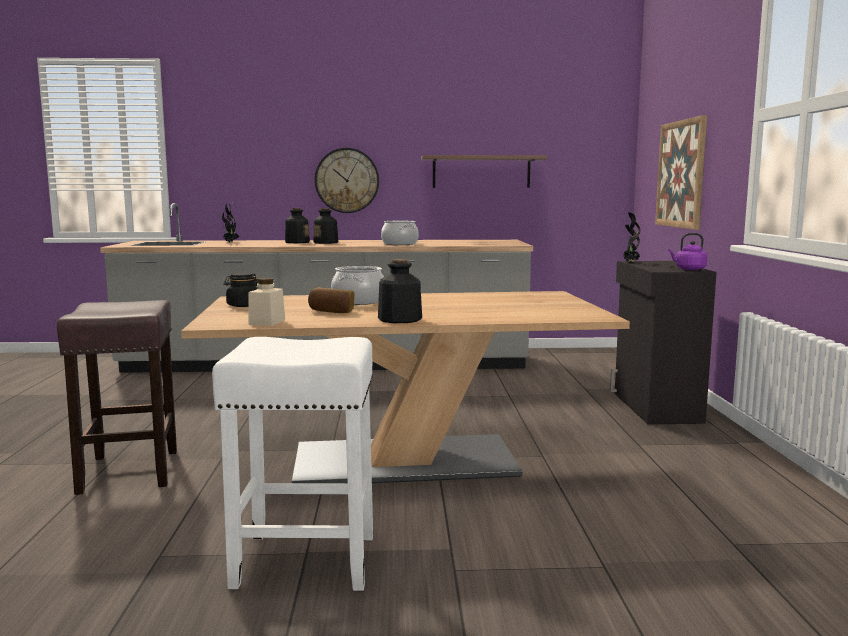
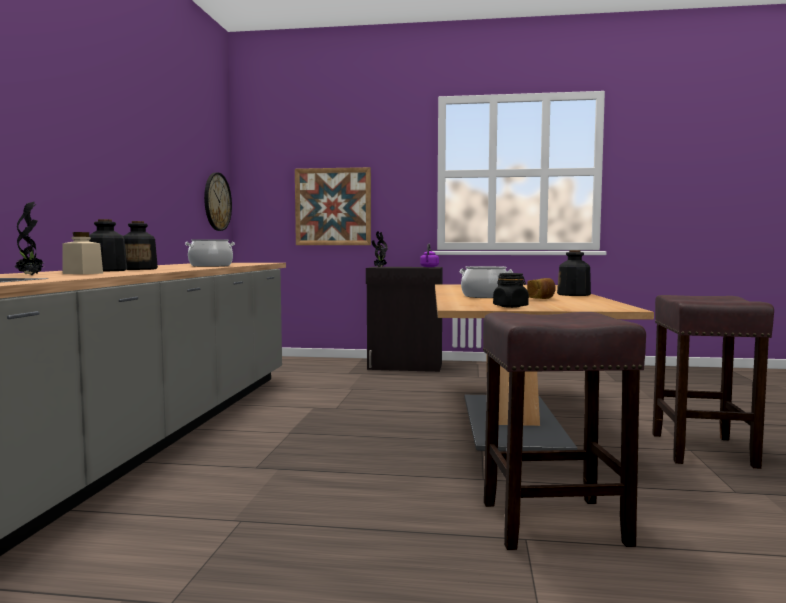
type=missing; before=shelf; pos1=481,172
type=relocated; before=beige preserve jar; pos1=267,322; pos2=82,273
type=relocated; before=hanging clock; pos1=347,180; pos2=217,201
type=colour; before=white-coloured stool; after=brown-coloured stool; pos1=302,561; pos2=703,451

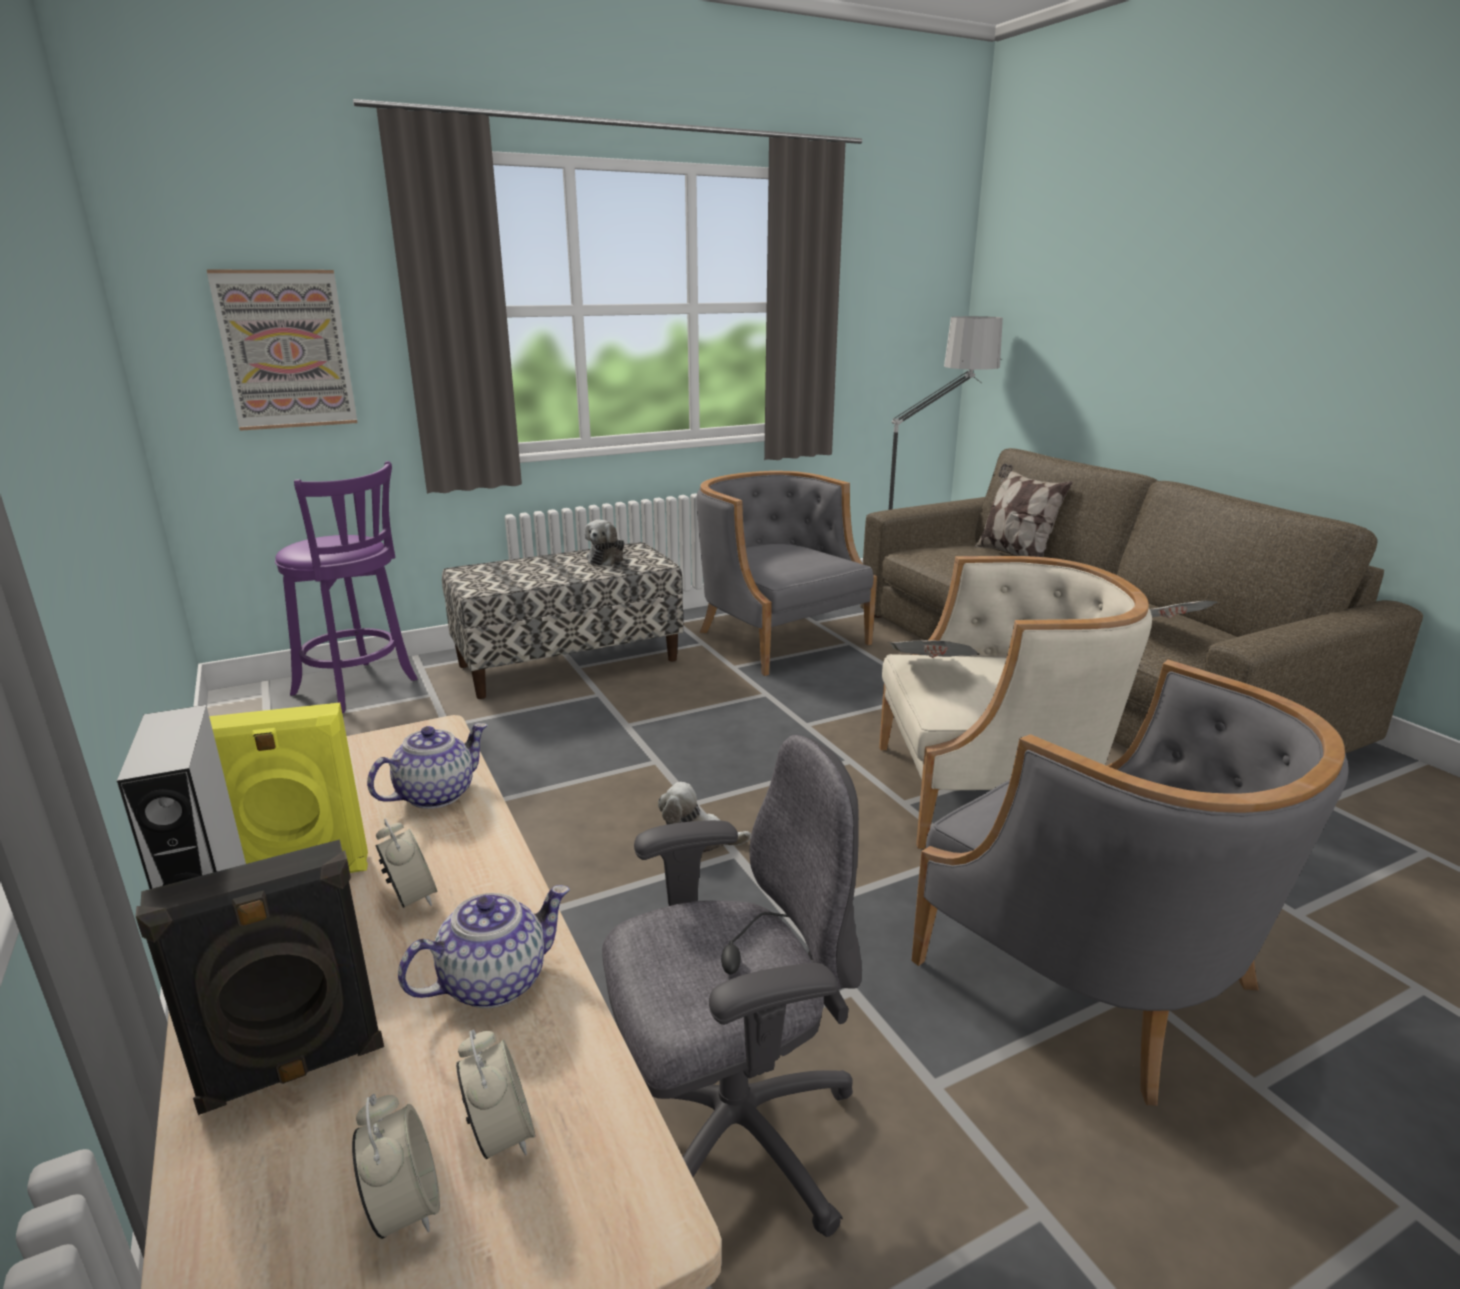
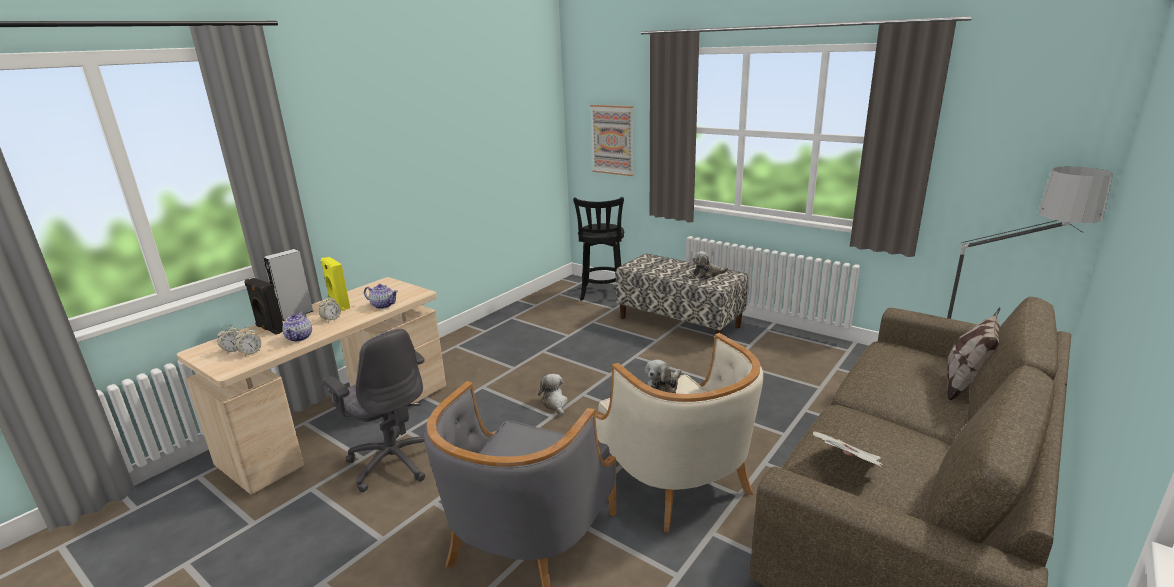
type=missing; before=gray easy chair; pos1=778,637
type=exchanged; before=printed paper; after=plush toy; pos1=931,672; pos2=663,388
type=colour; before=purplish stool; after=blackish stool; pos1=359,688; pos2=602,294
type=spun; before=teapot; pos1=494,980; pos2=299,337; turn=60

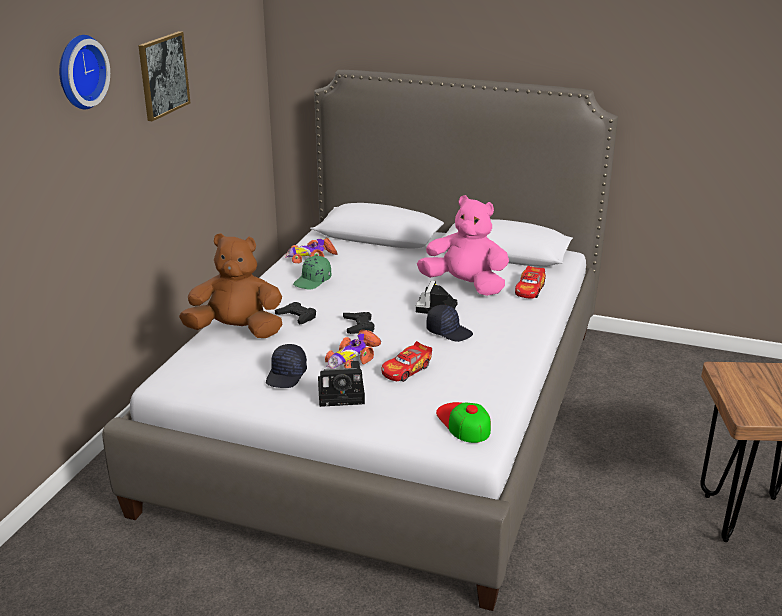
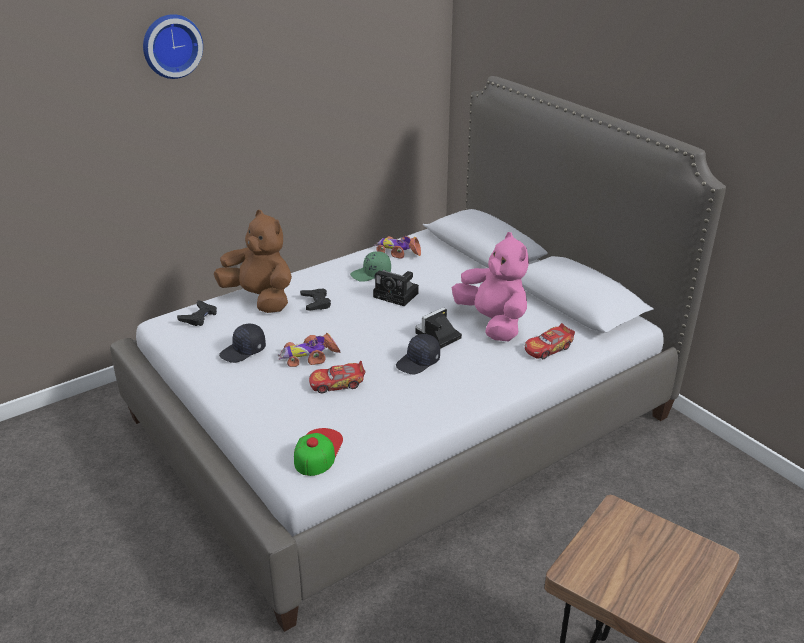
type=missing; before=wall picture; pos1=163,75
type=relocated; before=photo camera; pos1=343,394; pos2=398,295
type=relocated; before=blackish game controller; pos1=359,326; pos2=199,317
type=spun; before=blackish baseball cap; pos1=449,331; pos2=418,362; turn=75

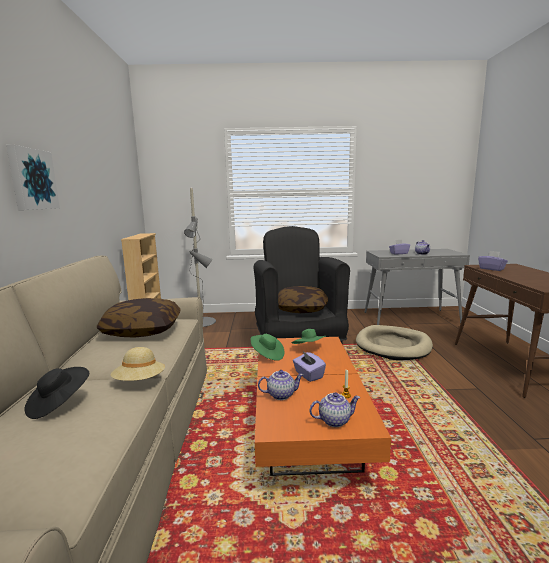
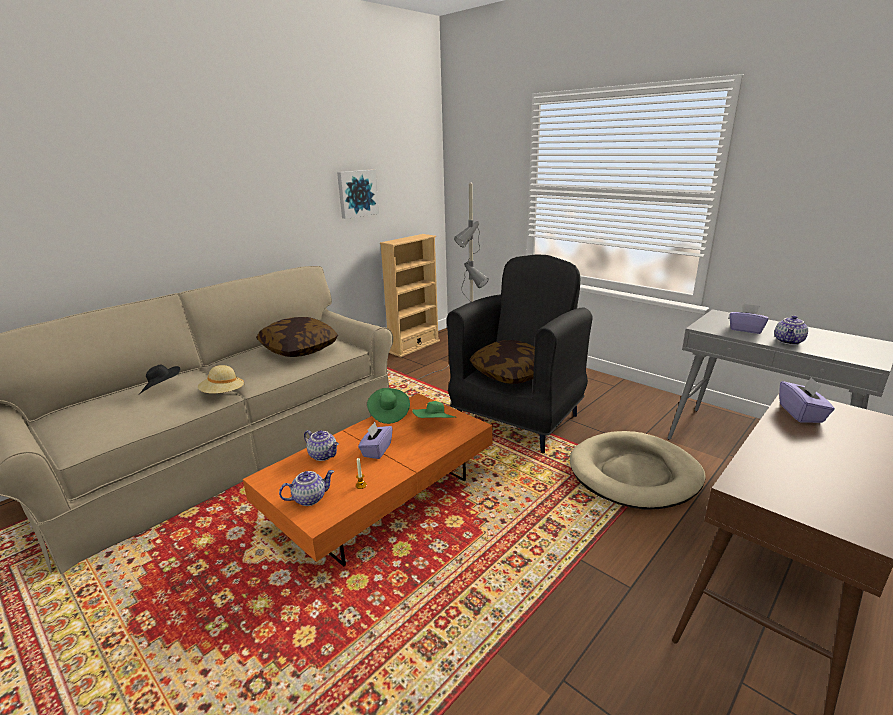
type=relocated; before=wall picture; pos1=31,179; pos2=357,193
type=spun; before=teapot; pos1=334,420; pos2=310,498; turn=-60

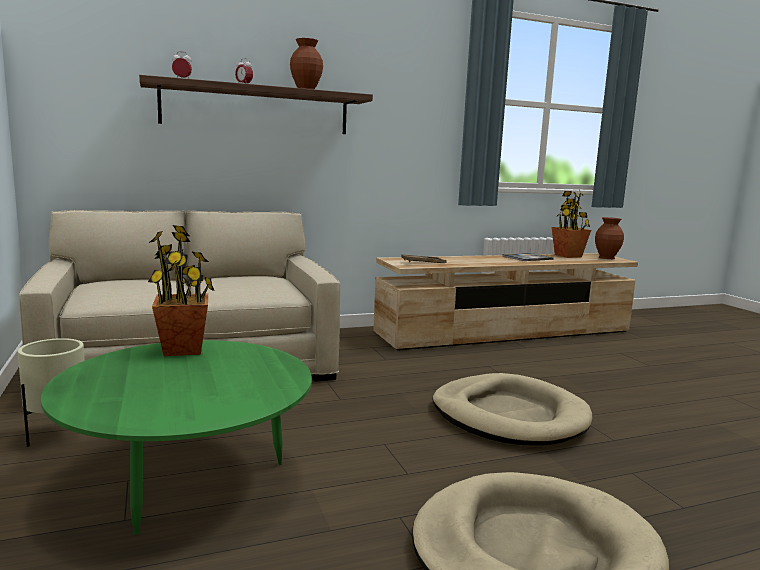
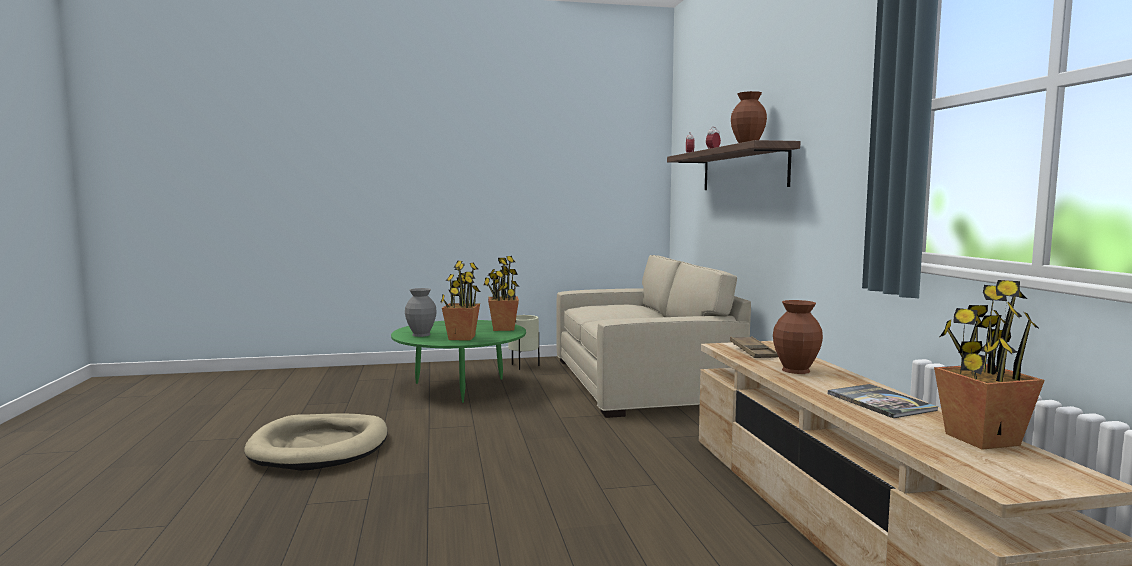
type=missing; before=beige pet bed; pos1=509,415
type=appeared; after=gray flower vase; pos2=420,334
type=appeared; after=potted plant; pos2=461,338
type=relocated; before=brown-coloured flower vase; pos1=606,258; pos2=794,370

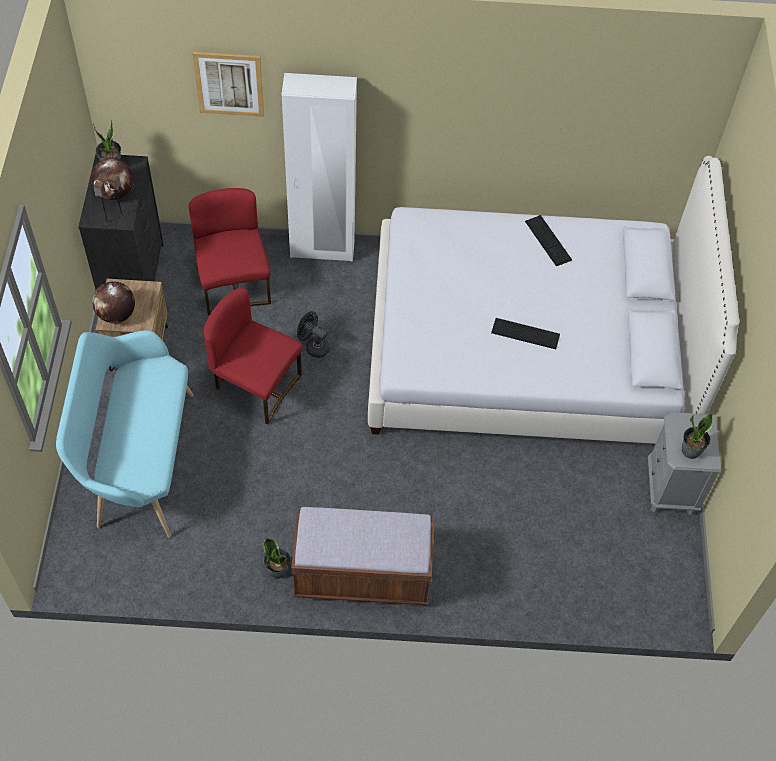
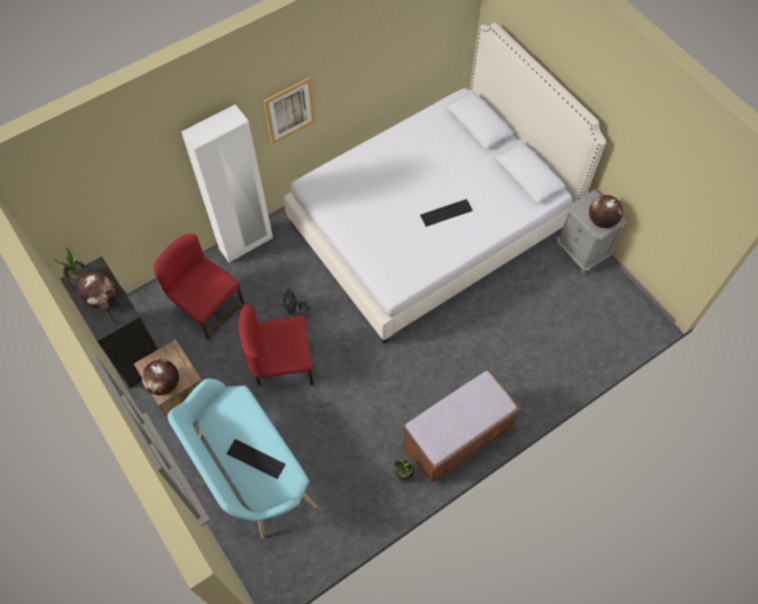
type=relocated; before=wall picture; pos1=229,84; pos2=289,110
type=relocated; before=computer keyboard; pos1=548,240; pos2=256,459
type=exchanged; before=potted plant; after=globe; pos1=691,450; pos2=601,221

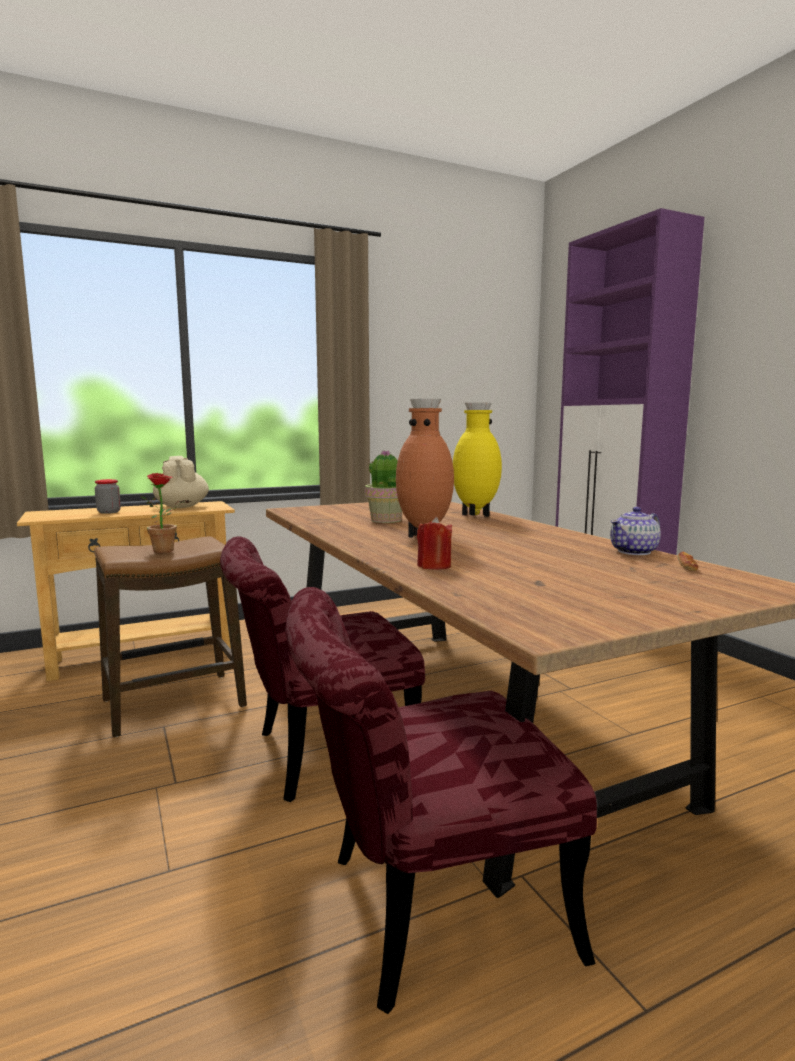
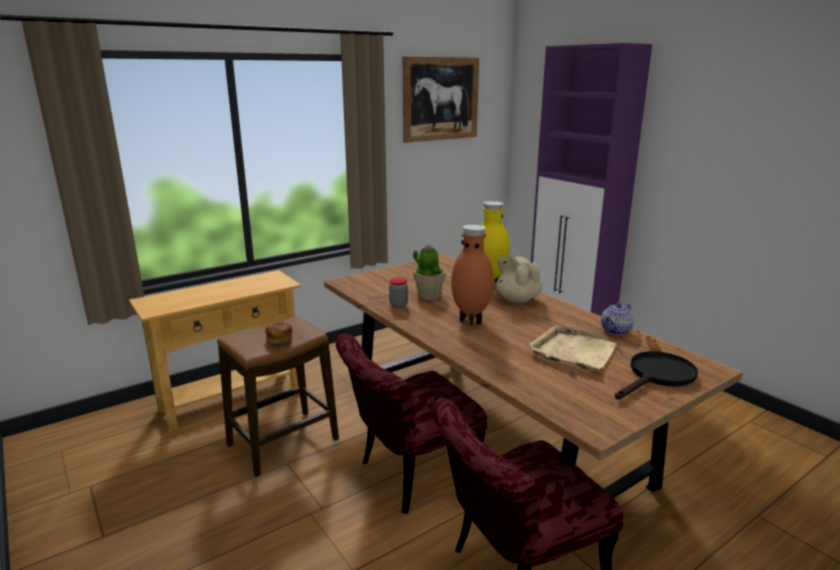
type=missing; before=red candle; pos1=434,566
type=appeared; after=wall picture; pos2=441,99
type=appeared; after=beige tray; pos2=574,351
type=appeared; after=blackish frying pan; pos2=657,376
type=relocated; before=preserve jar; pos1=109,512; pos2=398,305
type=relocated; before=beige teapot; pos1=181,506; pos2=517,299
type=exchanged; before=potted plant; after=bread; pos1=168,550; pos2=279,339

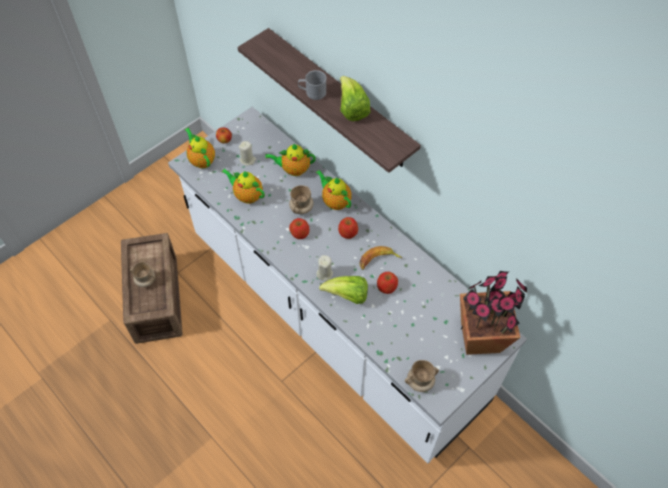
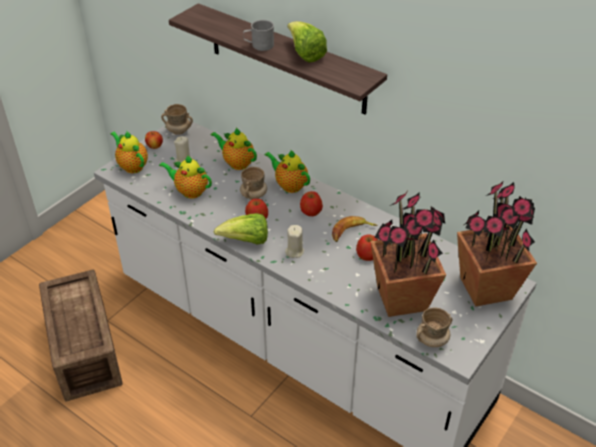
type=appeared; after=potted plant; pos2=402,298
type=relocated; before=beige tea mug; pos1=145,281; pos2=178,131
type=relocated; before=lettuce head; pos1=347,296; pos2=246,241
type=spun; before=teapot; pos1=293,169; pos2=237,163; turn=45

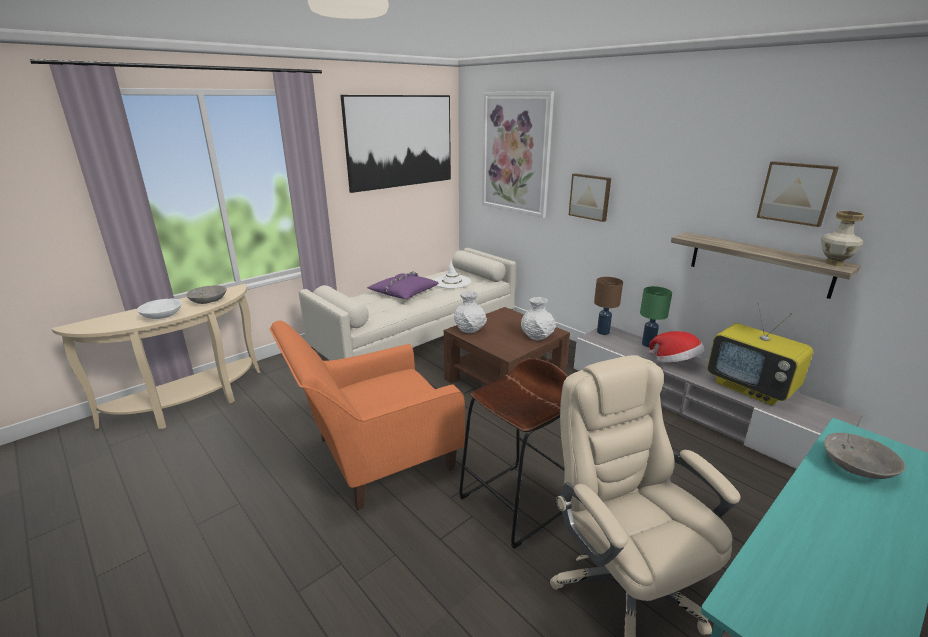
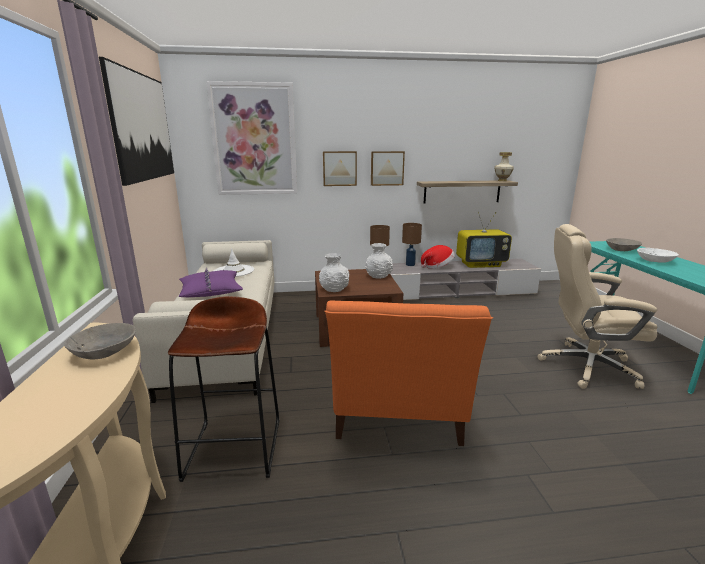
type=relocated; before=white-coloured deep dish; pos1=162,316; pos2=655,261
type=relocated; before=brown-coloured stool; pos1=515,503; pos2=235,448
type=relocated; before=wall picture; pos1=796,193; pos2=387,168
type=colour; before=greenish table lamp; after=brown-coloured table lamp; pos1=648,344; pos2=410,264

